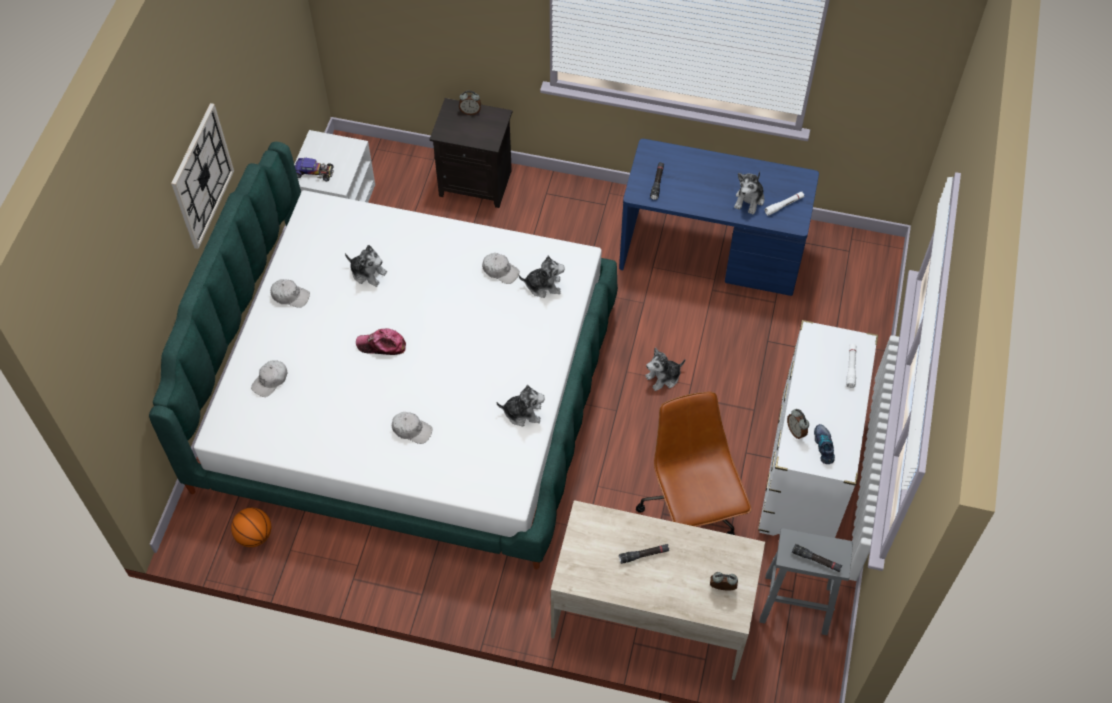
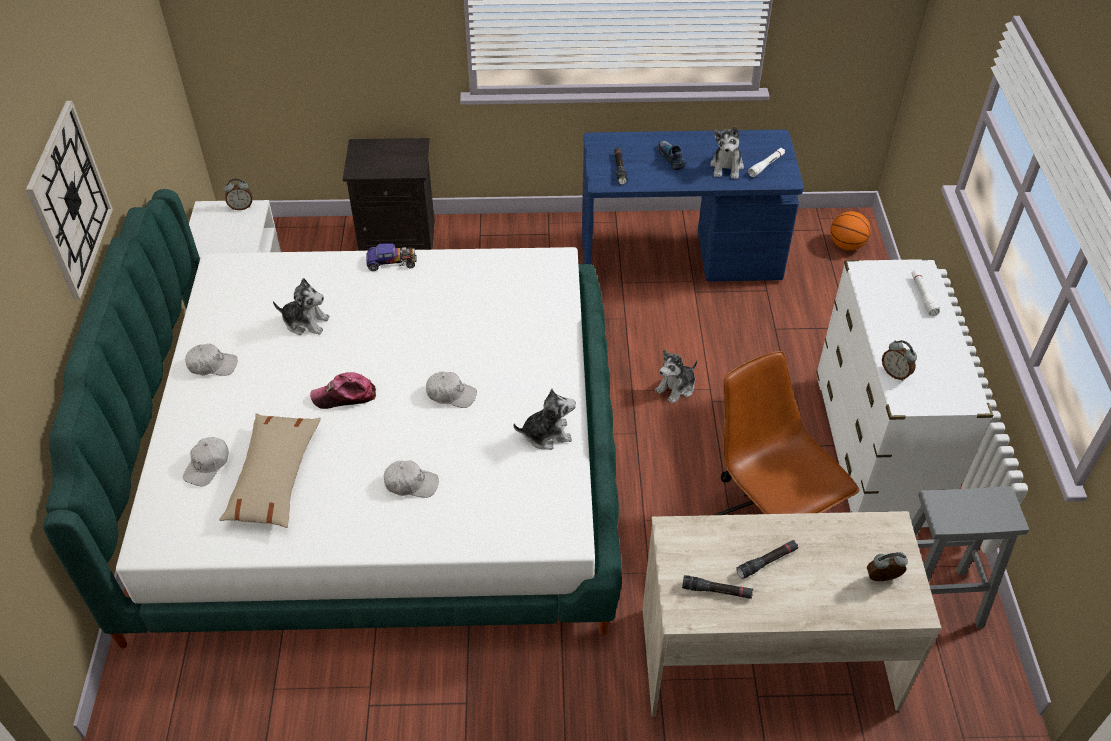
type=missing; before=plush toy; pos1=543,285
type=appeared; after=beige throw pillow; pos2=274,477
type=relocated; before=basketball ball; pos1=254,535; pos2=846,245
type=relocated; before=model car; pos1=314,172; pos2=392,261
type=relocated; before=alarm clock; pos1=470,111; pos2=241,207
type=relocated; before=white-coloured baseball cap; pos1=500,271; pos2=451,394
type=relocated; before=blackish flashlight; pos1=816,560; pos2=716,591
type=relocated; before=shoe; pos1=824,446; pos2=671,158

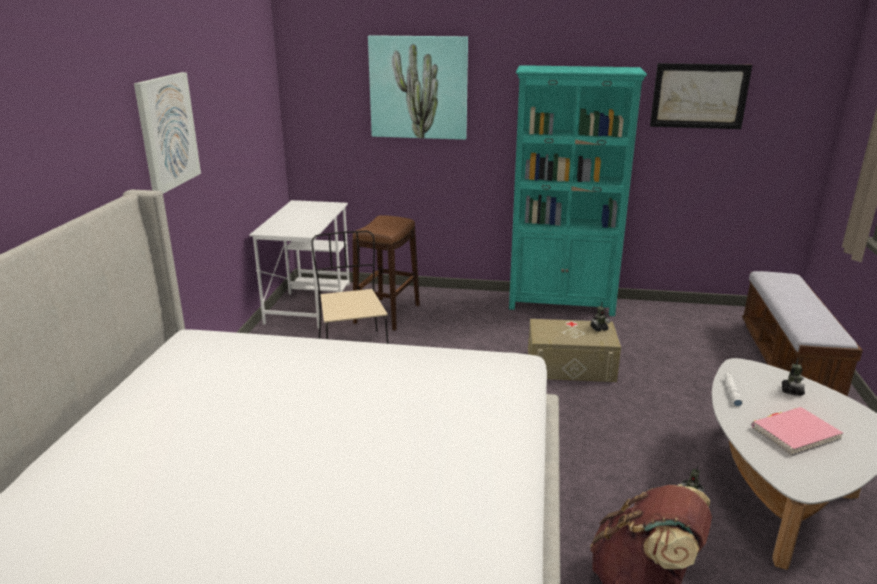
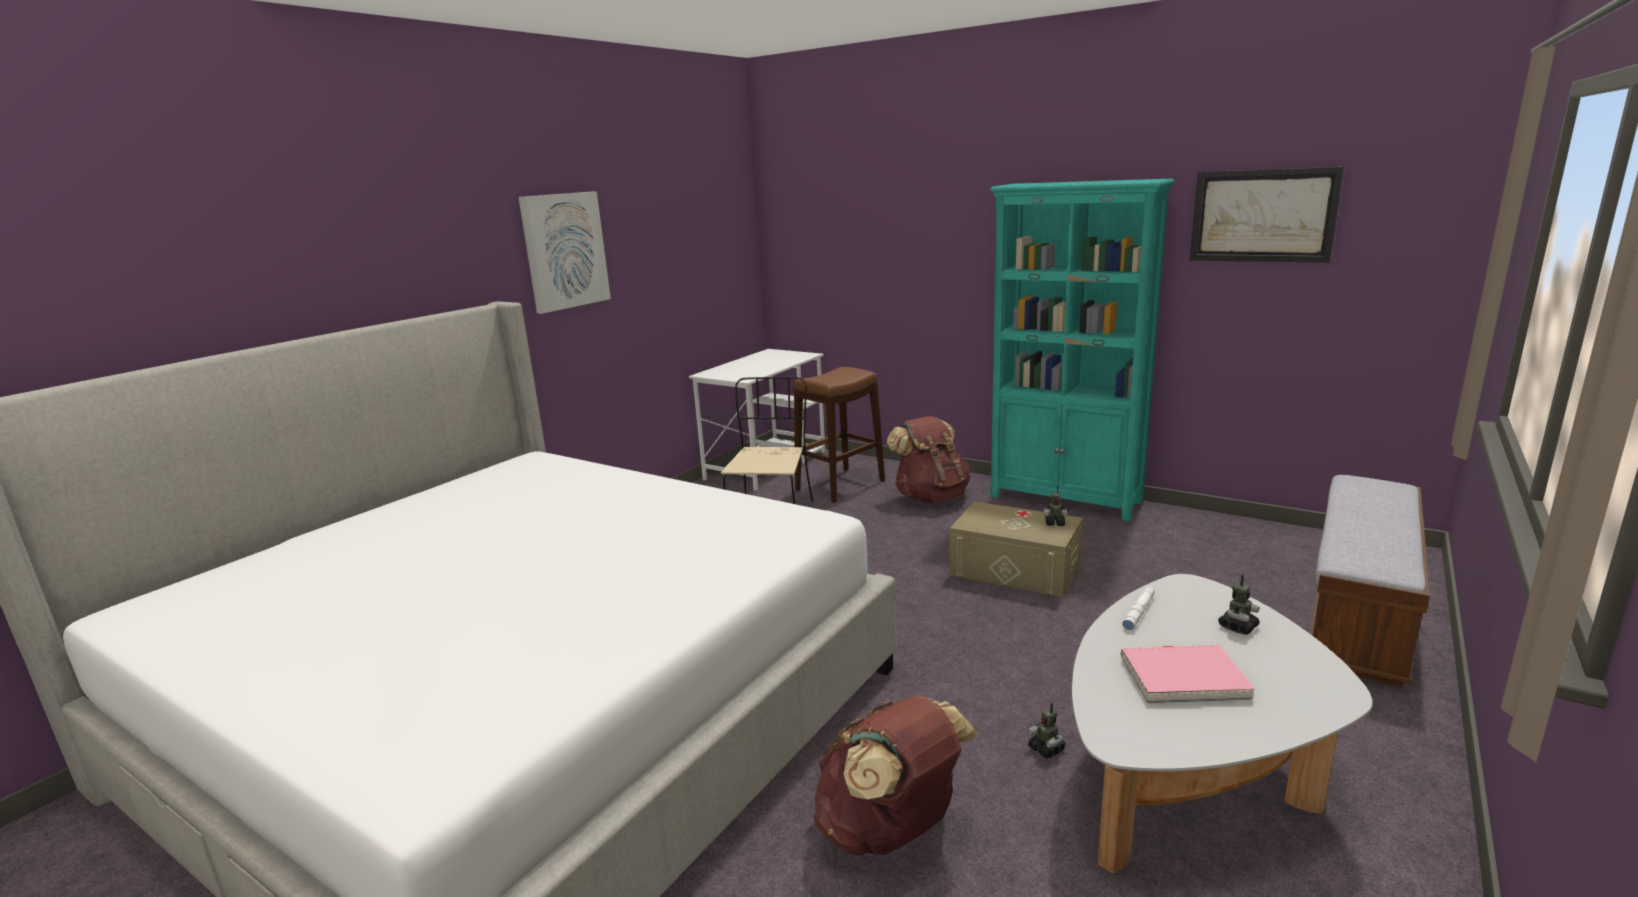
type=missing; before=wall picture; pos1=418,87
type=appeared; after=brown-coloured rucksack; pos2=930,497

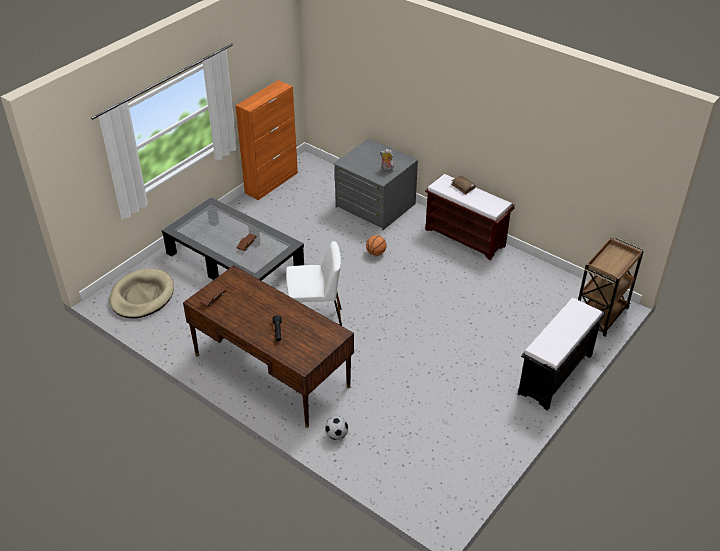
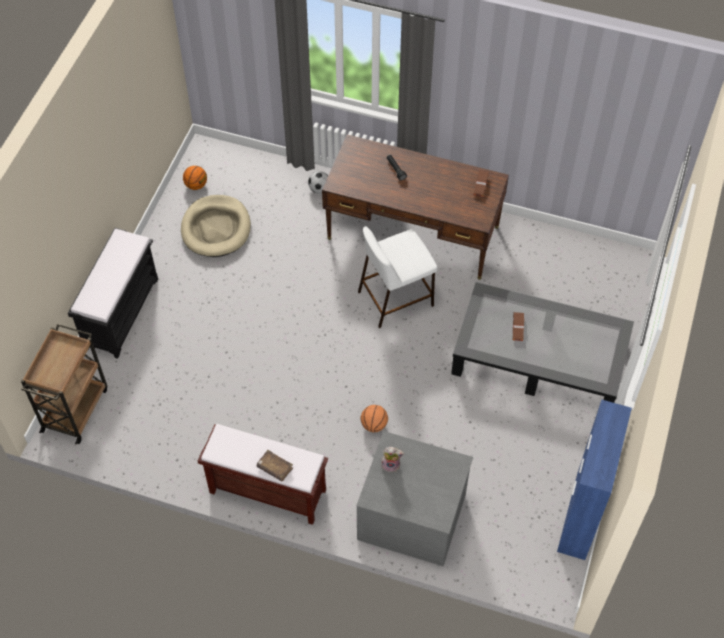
type=appeared; after=basketball ball; pos2=196,185
type=relocated; before=beige pet bed; pos1=142,296; pos2=216,228
type=colour; before=orange-coloured cupboard; after=blue-coloured cupboard; pos1=272,182; pos2=580,516

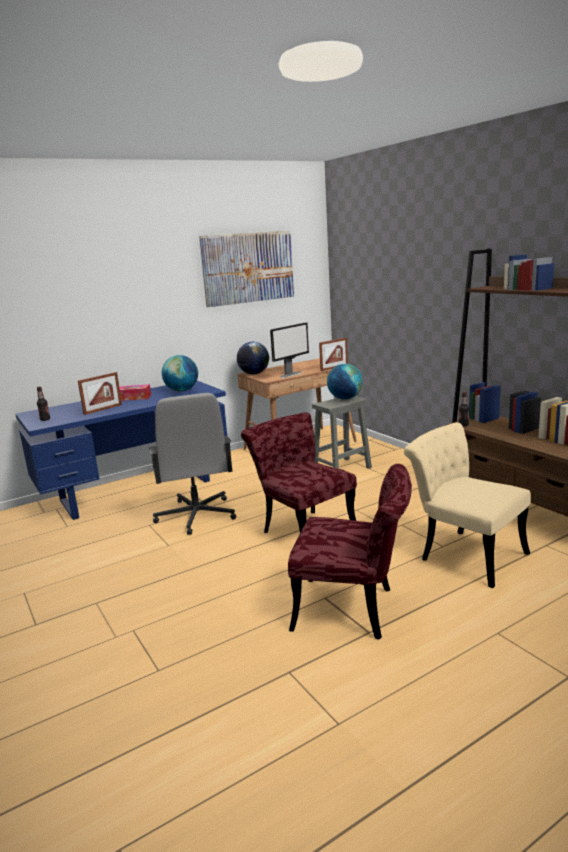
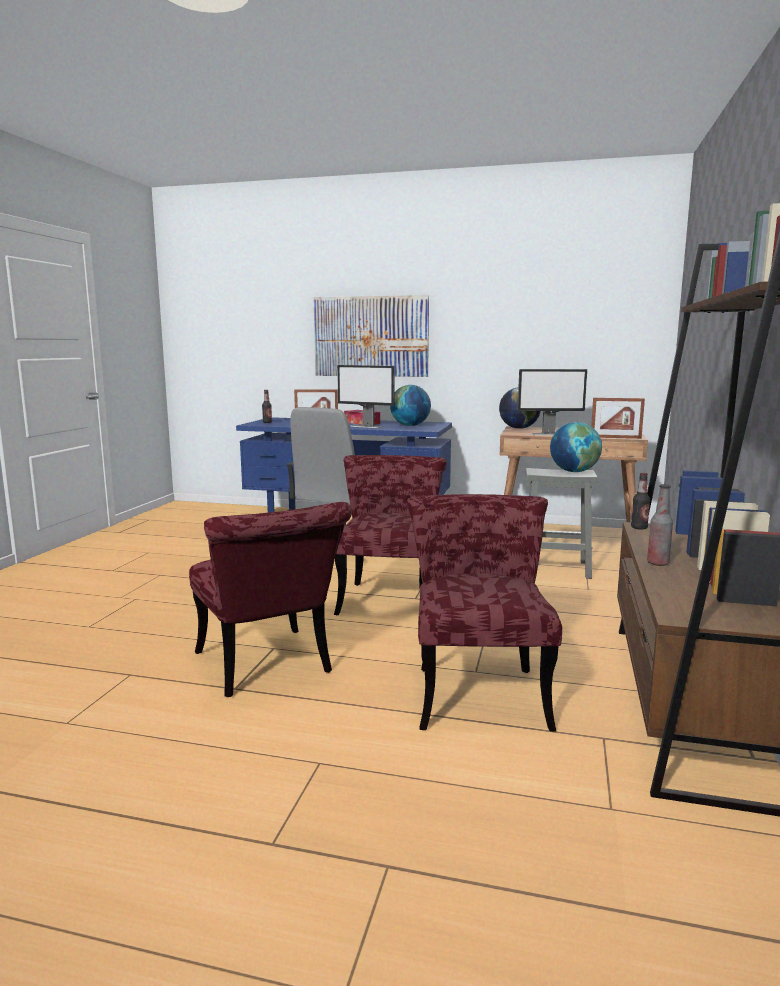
type=appeared; after=computer screen; pos2=366,426
type=appeared; after=drink bottle; pos2=657,563
type=relocated; before=wall picture; pos1=248,268; pos2=371,336
type=colour; before=beige chair; after=red chair; pos1=464,553; pos2=478,689

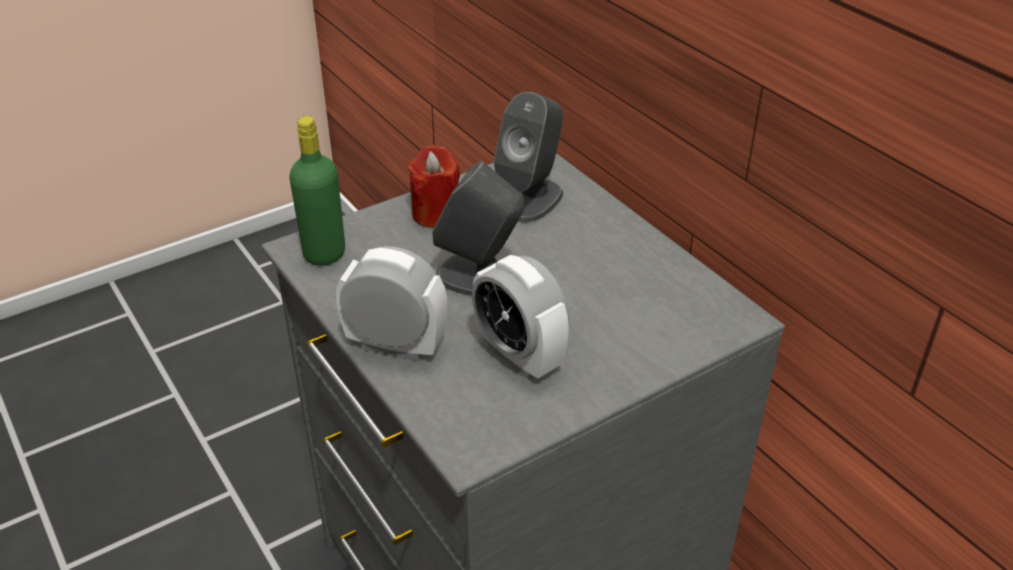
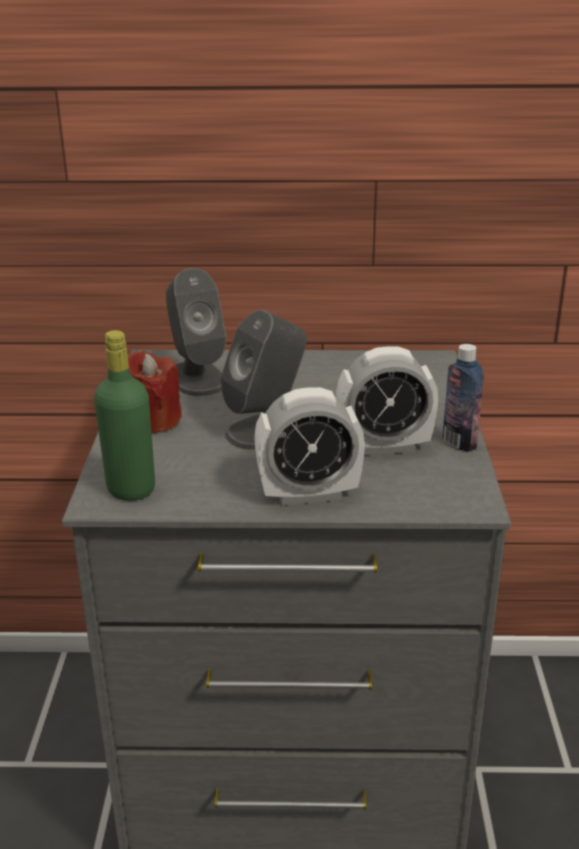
type=appeared; after=drink bottle; pos2=459,442
type=spun; before=alarm clock; pos1=395,346; pos2=309,494; turn=-150

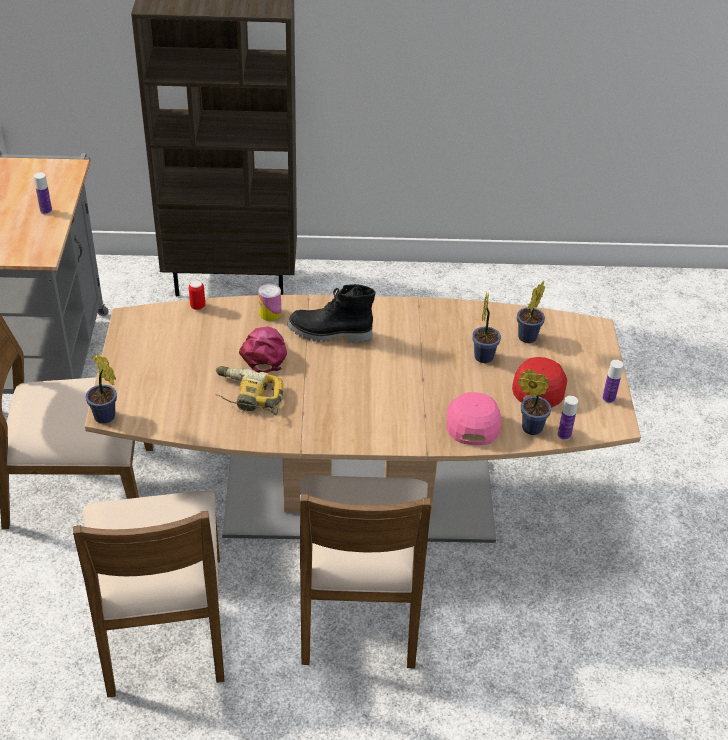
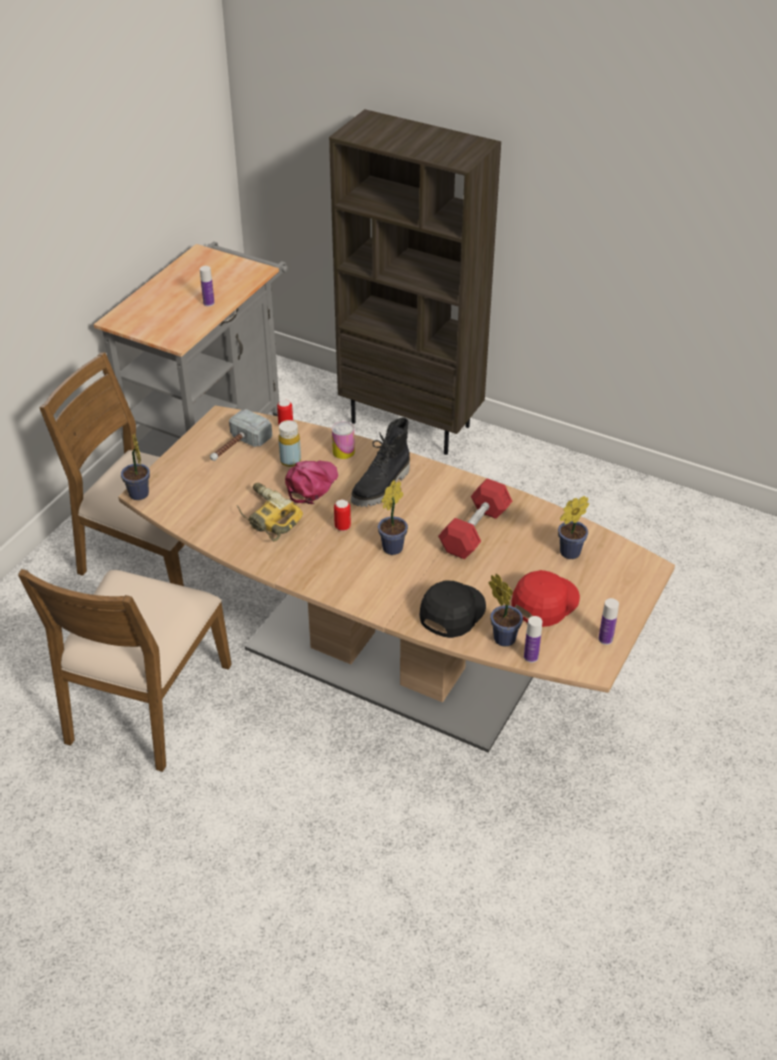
type=missing; before=brown-coloured chair; pos1=359,603
type=appeared; after=tool hammer; pos2=237,448
type=appeared; after=yellow drink bottle; pos2=290,461
type=appeared; after=sealed can; pos2=342,527
type=appeared; after=red free weight; pos2=475,531
type=relocated; before=potted plant; pos1=484,355; pos2=394,546
type=colour; before=pinkish baseball cap; after=blackish baseball cap; pos1=472,421; pos2=452,611
type=spun; before=blackish high-top boot; pos1=329,334; pos2=382,487; turn=-90

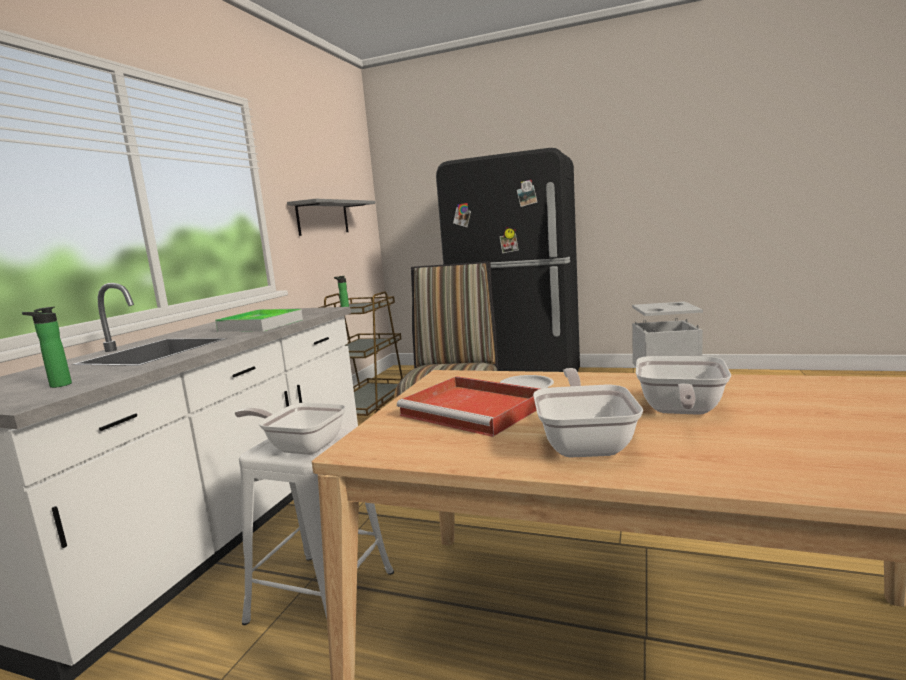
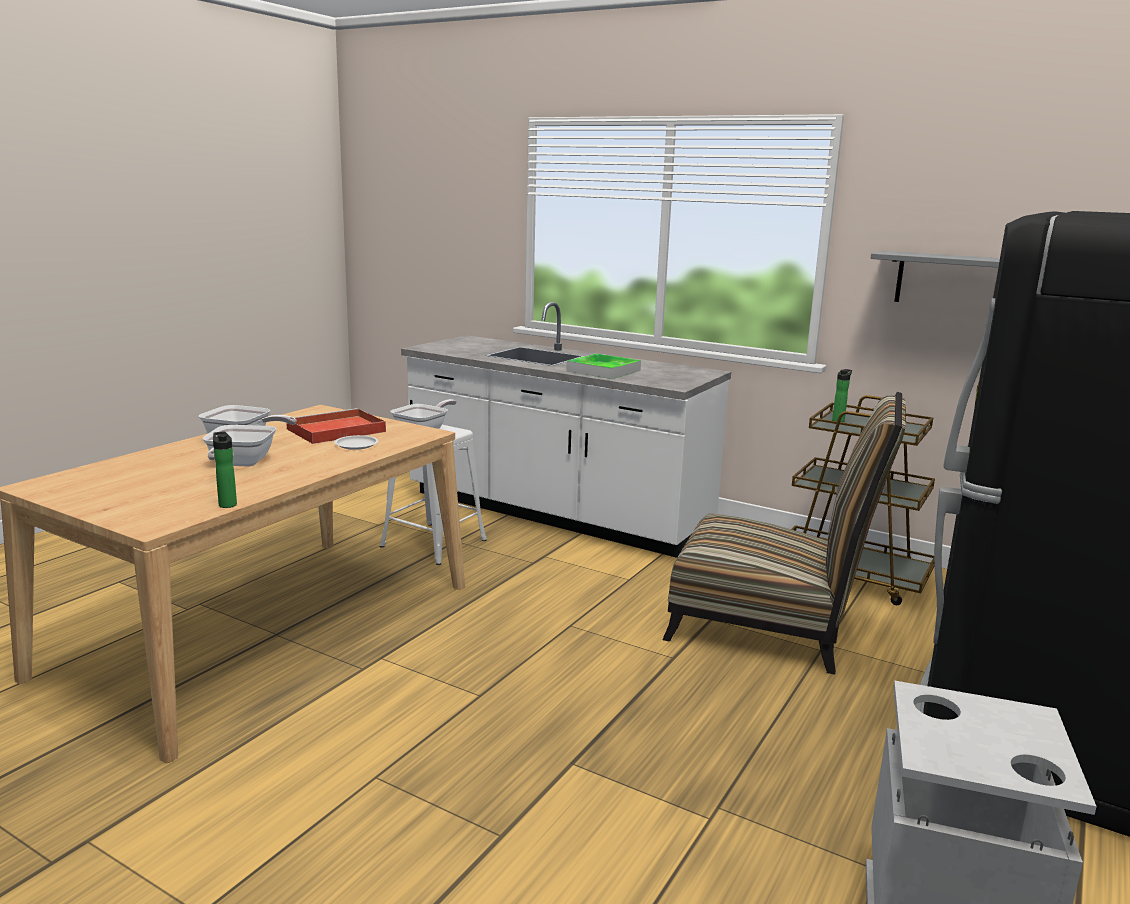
type=relocated; before=drink bottle; pos1=57,386; pos2=227,504
type=spun; before=frying pan; pos1=679,411; pos2=238,464; turn=-120

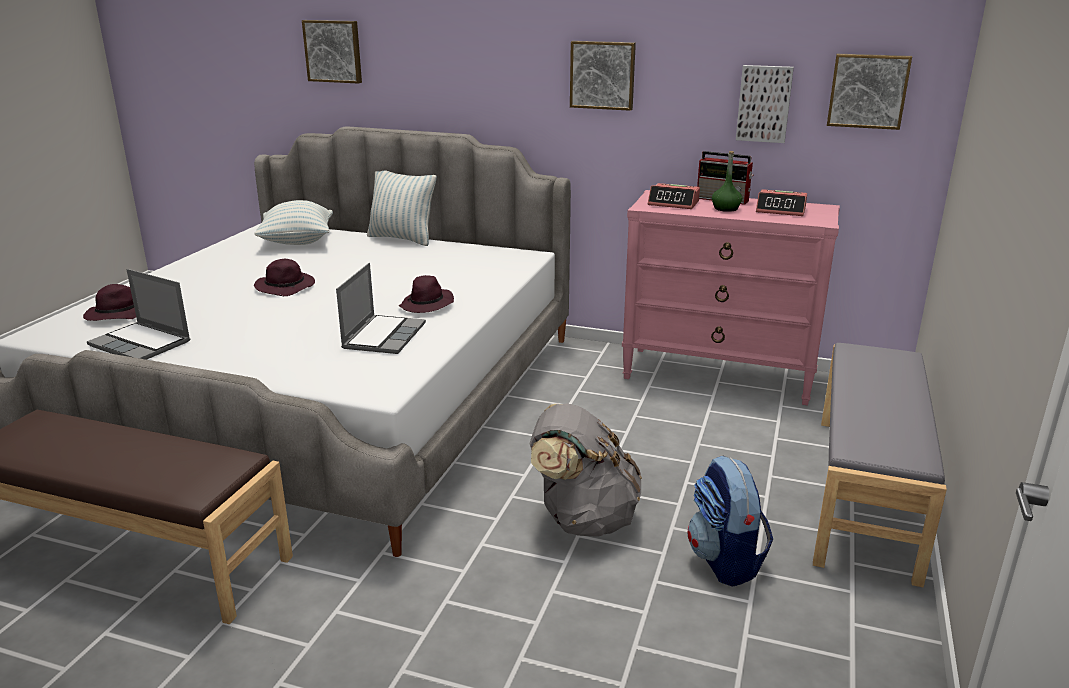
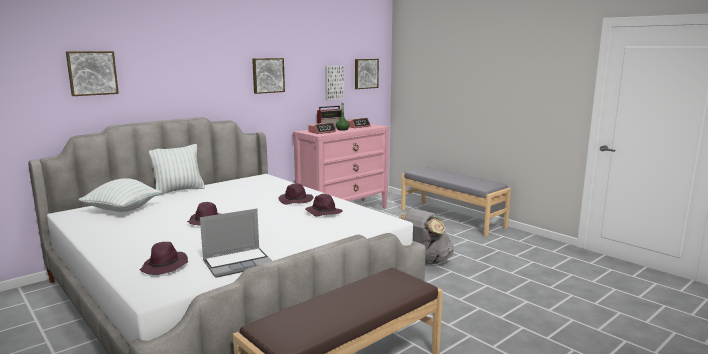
type=missing; before=rucksack; pos1=725,561
type=exchanged; before=portable computer; after=purplish hat; pos1=383,336; pos2=323,212

